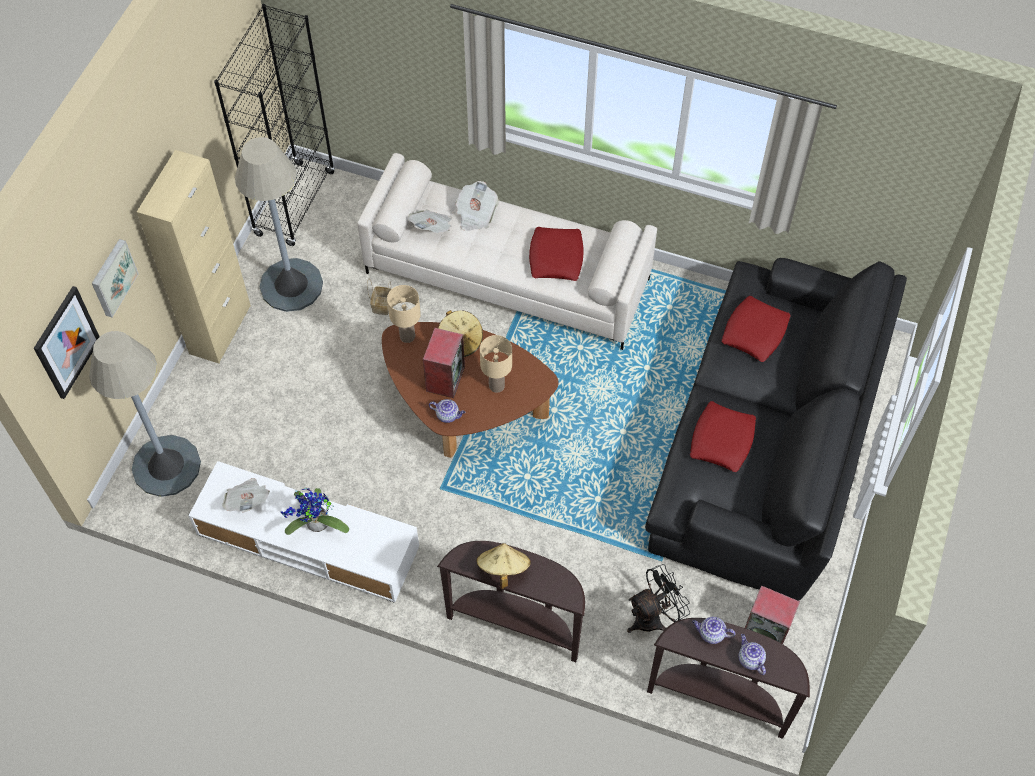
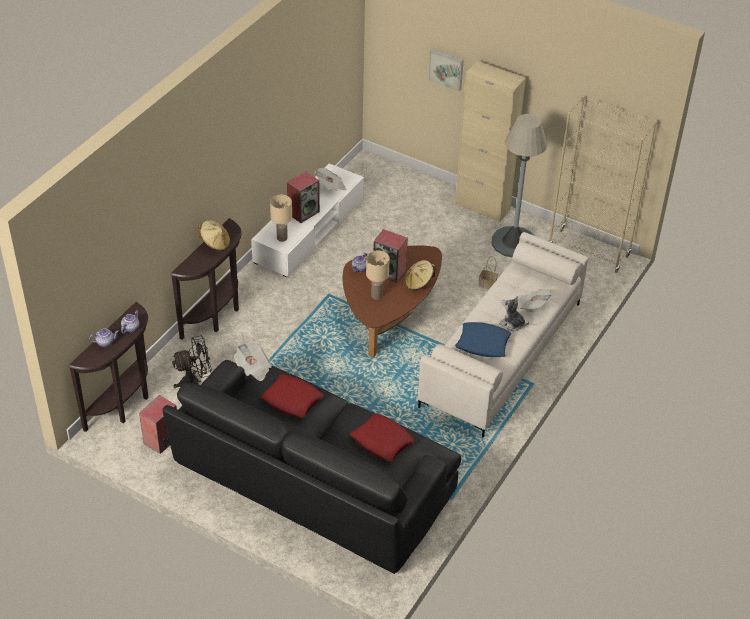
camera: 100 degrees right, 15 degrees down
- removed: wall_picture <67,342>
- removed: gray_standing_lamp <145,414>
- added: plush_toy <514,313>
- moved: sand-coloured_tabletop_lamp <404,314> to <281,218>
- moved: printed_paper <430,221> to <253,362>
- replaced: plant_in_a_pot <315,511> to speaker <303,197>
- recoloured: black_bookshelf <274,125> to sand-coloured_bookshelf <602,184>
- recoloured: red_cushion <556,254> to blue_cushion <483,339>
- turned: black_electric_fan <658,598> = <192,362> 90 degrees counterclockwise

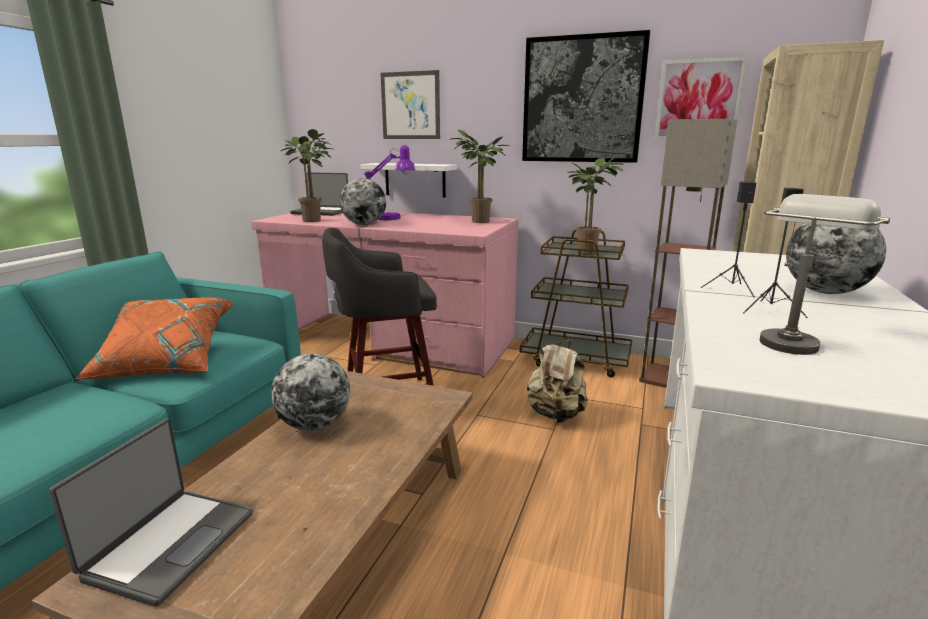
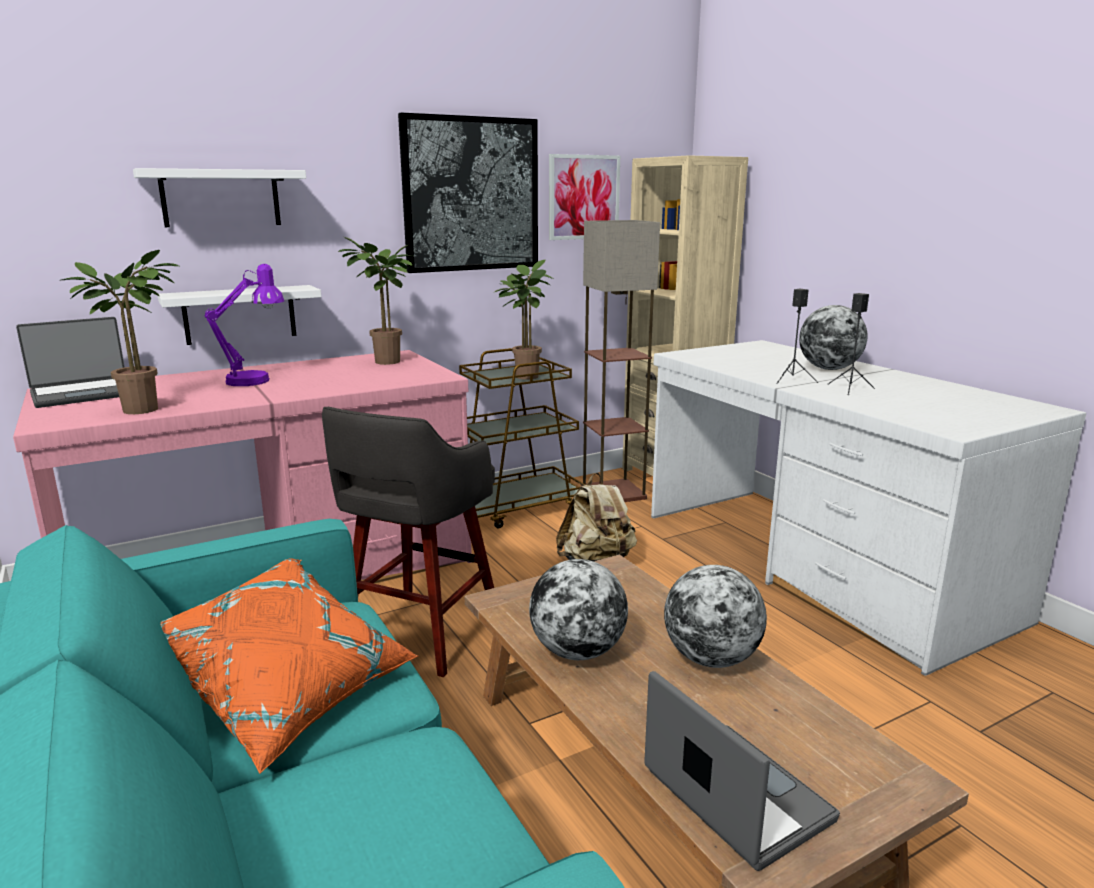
camera: 50 degrees left, 0 degrees up
- removed: gray_tabletop_lamp <825,274>
- moved: desk_globe <363,201> to <715,616>
- replaced: wall_picture <410,104> to whitish_bracket_shelf <219,197>

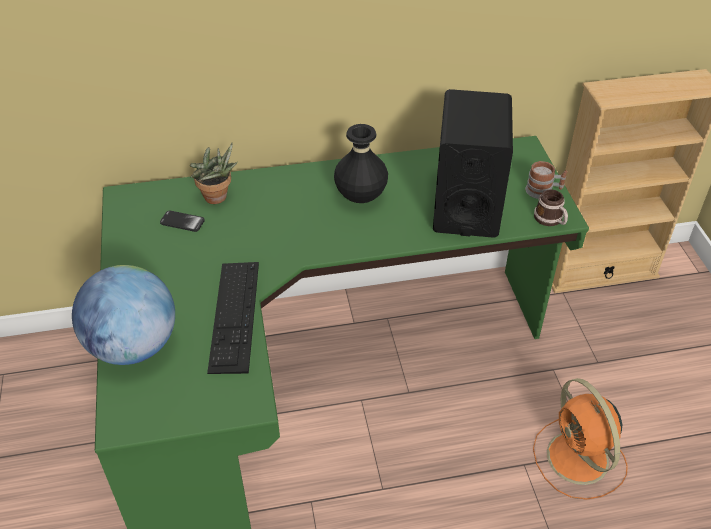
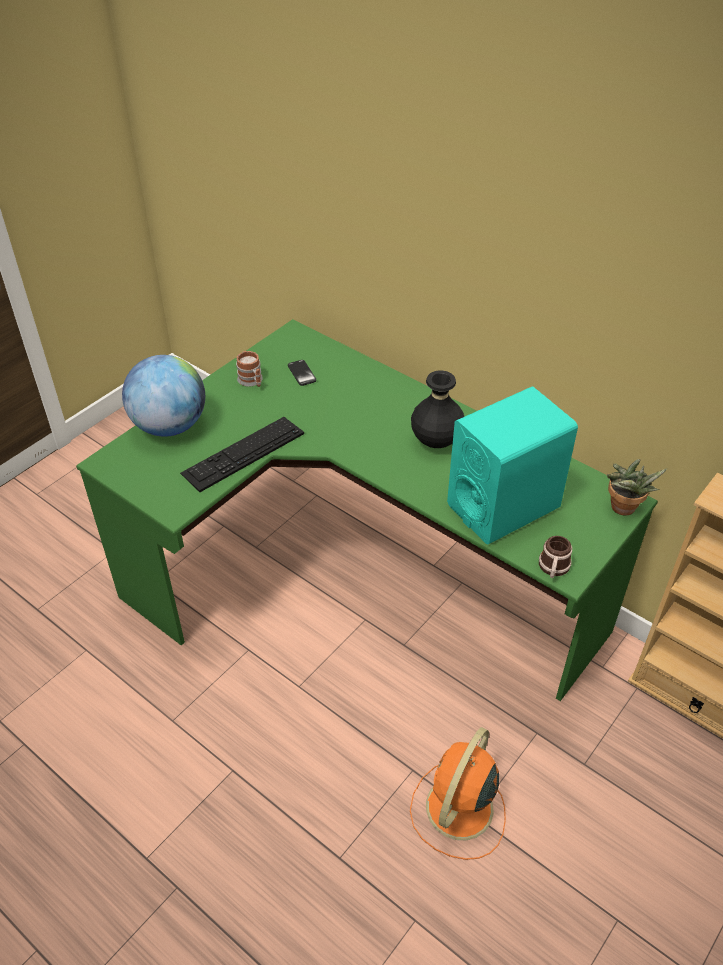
camera: 50 degrees right, 0 degrees up
- moved: plant_in_a_pot <214,173> to <637,487>
- moved: mug <546,180> to <249,369>
- recoloured: black_speaker <473,163> to turquoise_speaker <512,465>

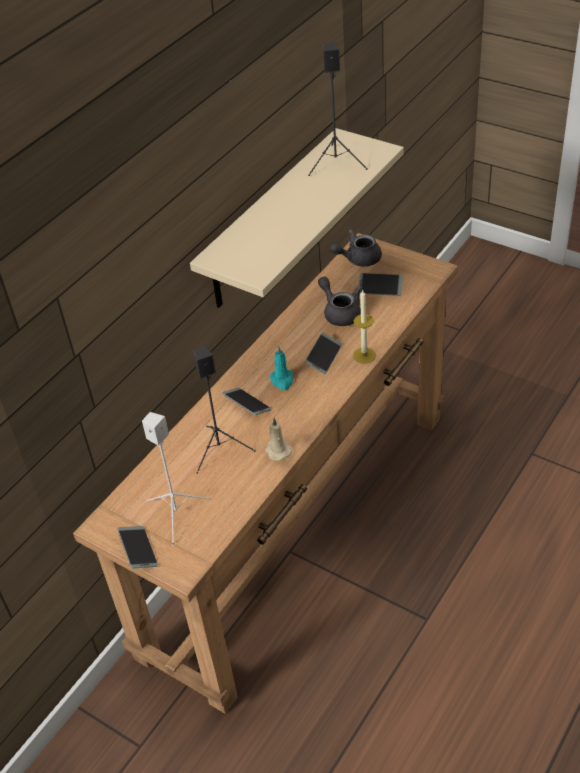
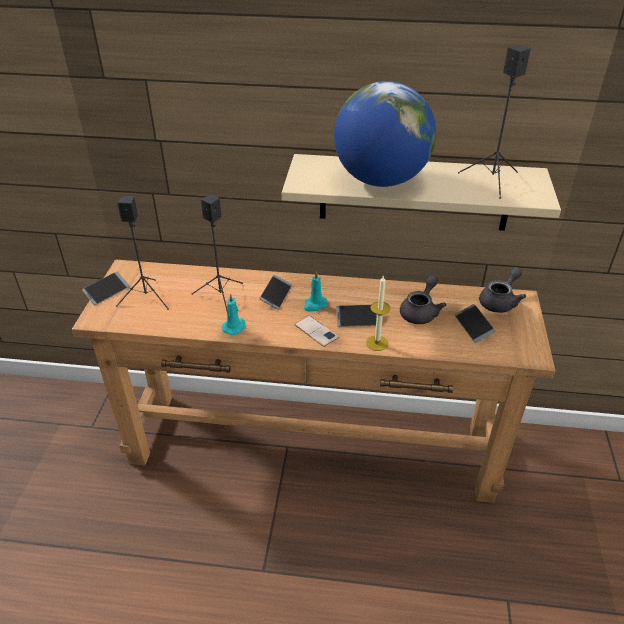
camera: 60 degrees right, 5 degrees down
- added: handset <317,331>
- added: desk_globe <385,134>
- recoloured: whitish_speaker <176,479> to black_speaker <142,253>
- recoloured: sand-coloured_wax_light <278,439> to turquoise_wax_light <233,314>
- turned: gray_teapot <356,248> = <502,290> 90 degrees clockwise

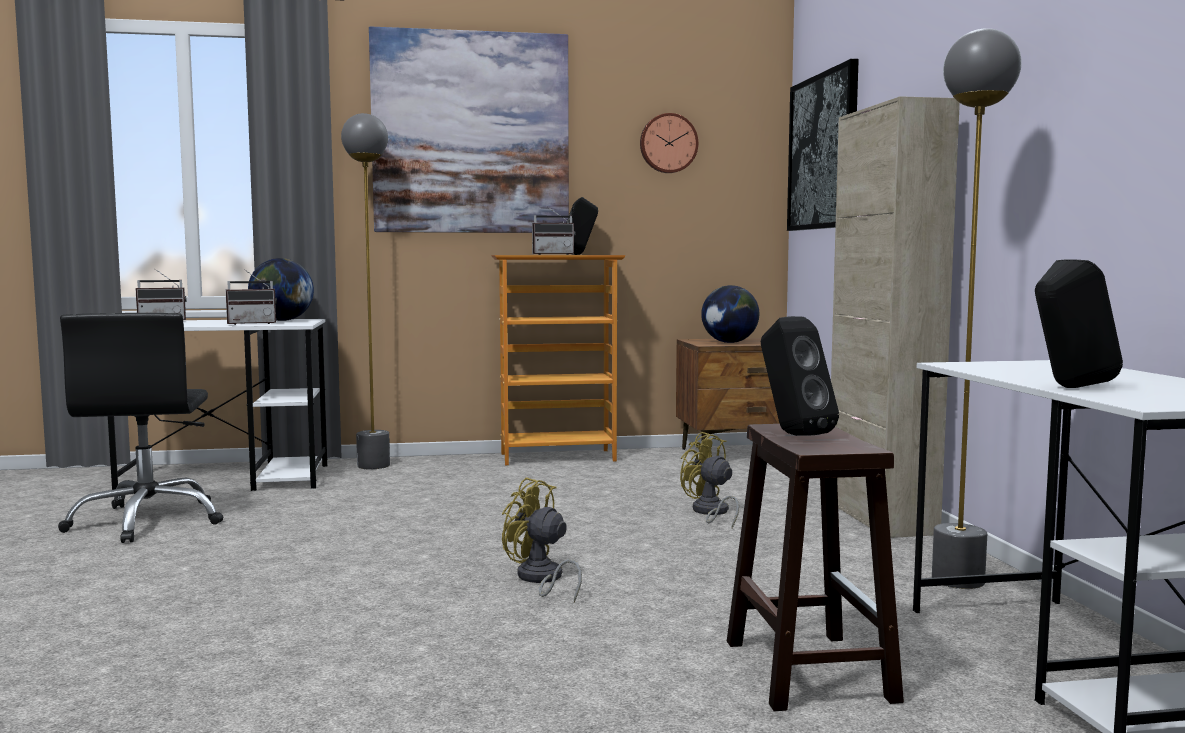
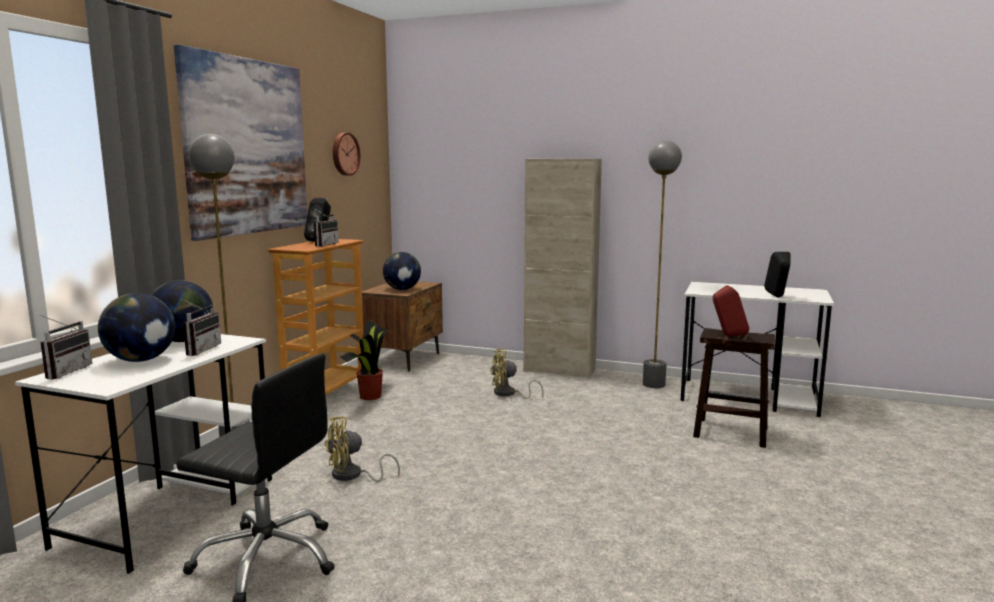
camera: 60 degrees left, 5 degrees up
- removed: wall_picture <823,145>
- added: desk_globe <136,327>
- added: plant_in_a_pot <364,360>
- moved: yellow_electric_fan <542,539> to <362,449>
- recoloured: black_speaker <800,376> to red_speaker <731,310>

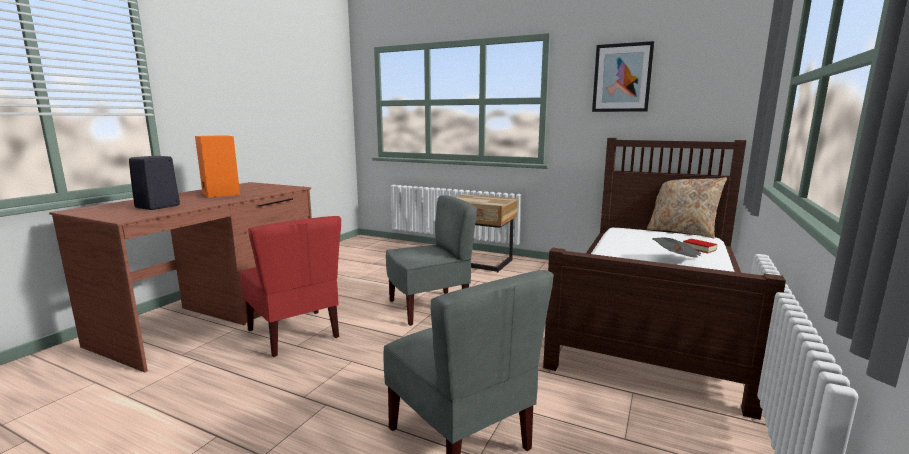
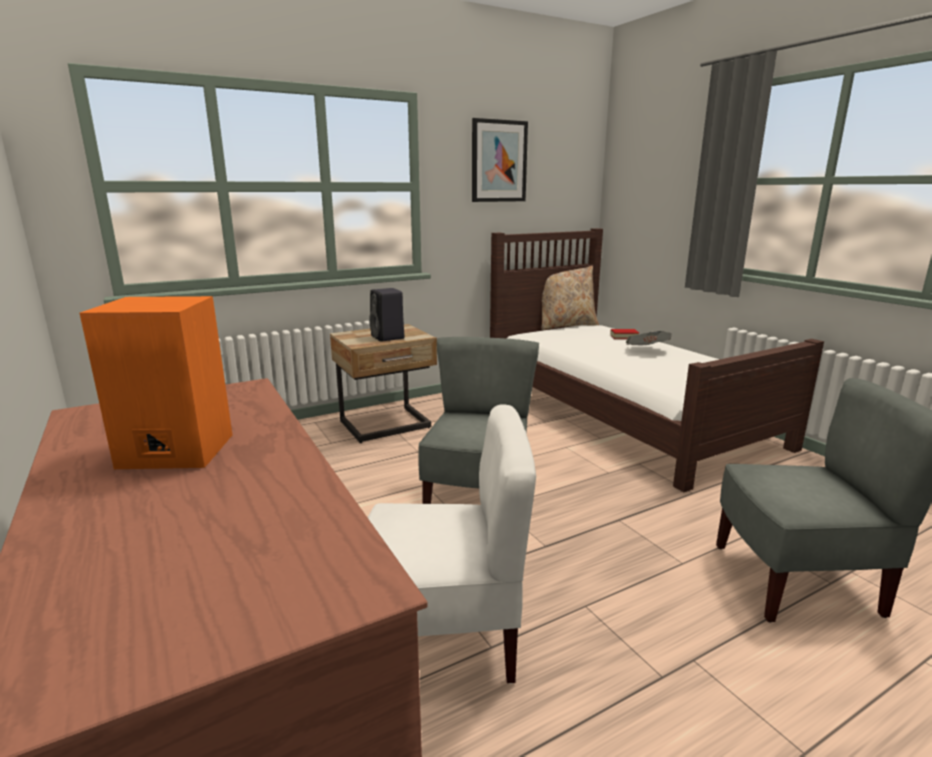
camera: 55 degrees left, 5 degrees up
- moved: black_speaker <154,183> to <387,315>
- recoloured: red_plain_chair <290,286> to whitish_plain_chair <452,544>

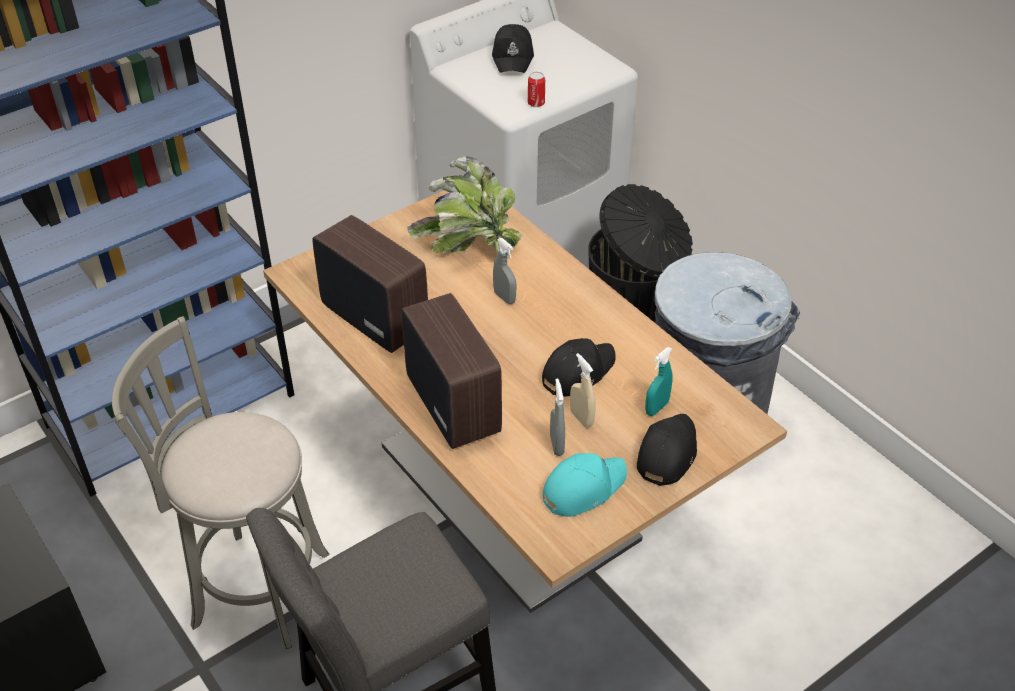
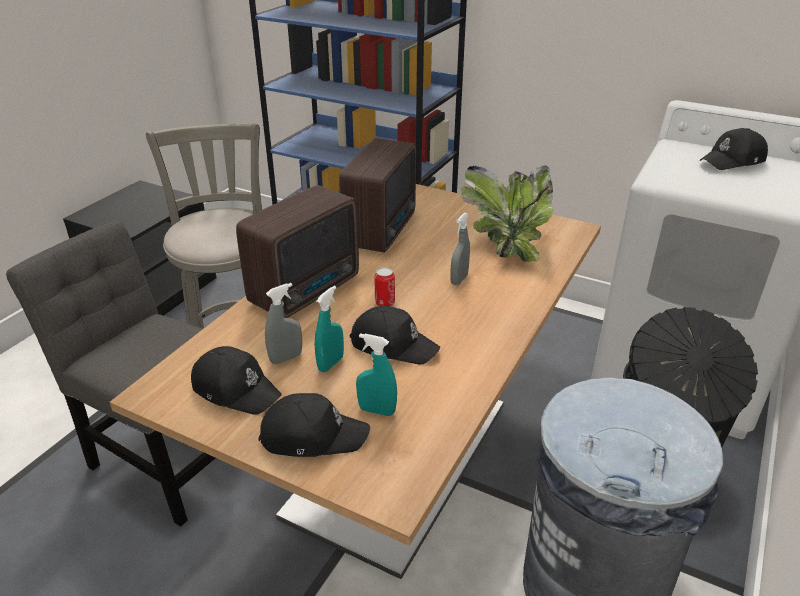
camera: 65 degrees right, 10 degrees down
- moved: can <536,89> to <384,286>
- recoloured: turquoise_cap <585,485> to black_cap <236,380>
- recoloured: sand-coloured_hand_sprayer <583,390> to turquoise_hand_sprayer <329,329>

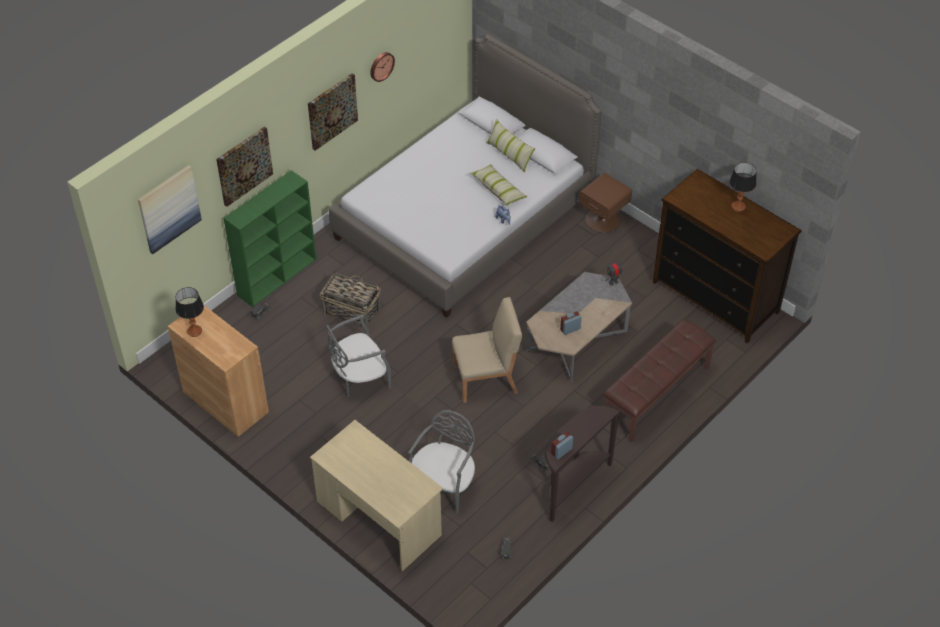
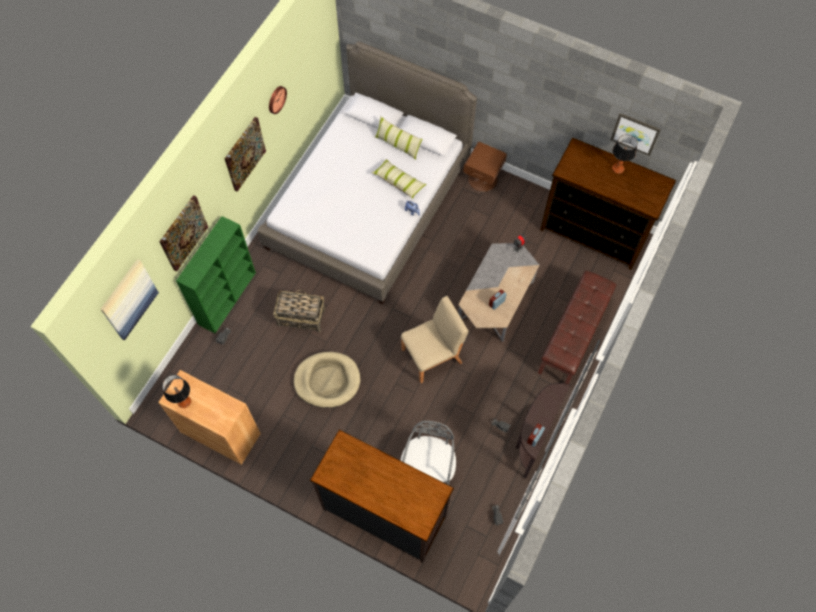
camera: 15 degrees left, 15 degrees up
- added: wall_picture <636,134>
- replaced: sand-coloured_desk_table <376,495> to drawer_chest <382,496>
- replaced: gray_plain_chair <358,355> to sand-coloured_dog_cushion <327,380>

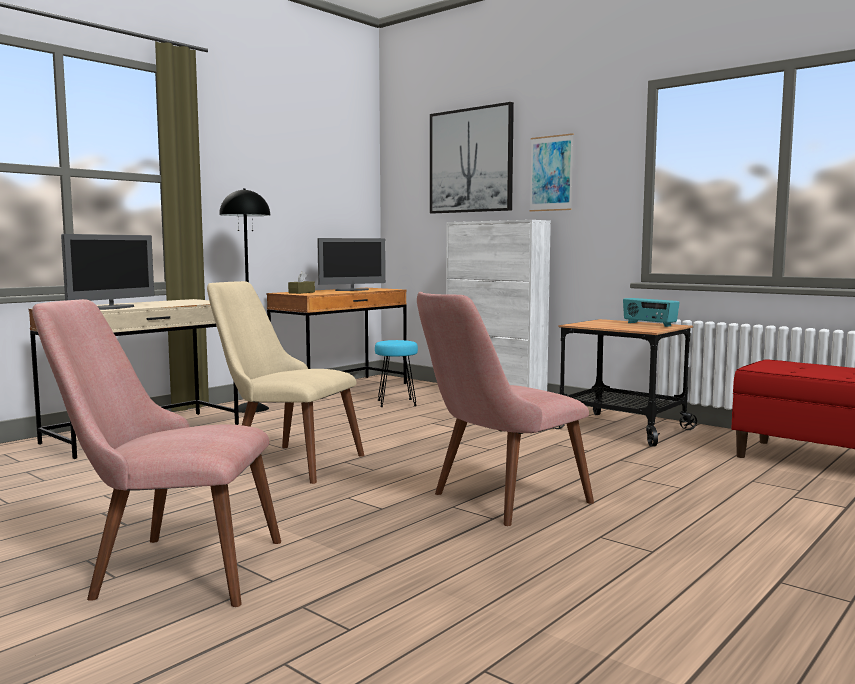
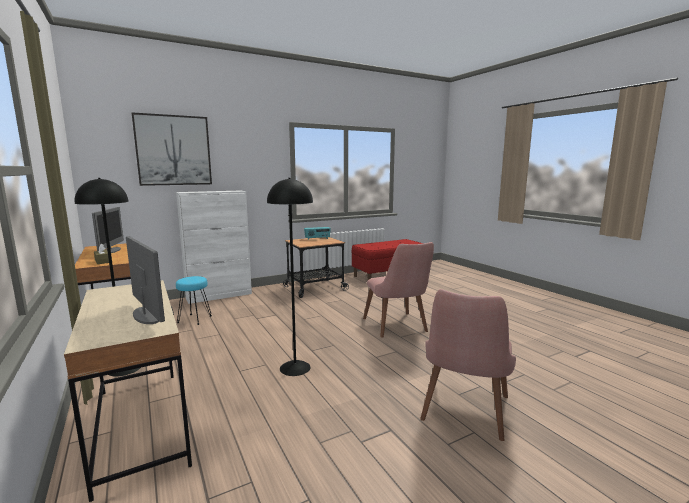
camera: 70 degrees left, 5 degrees up
- removed: wall_picture <552,172>
- replaced: sand-coloured_plain_chair <286,382> to black_standing_lamp <290,277>

